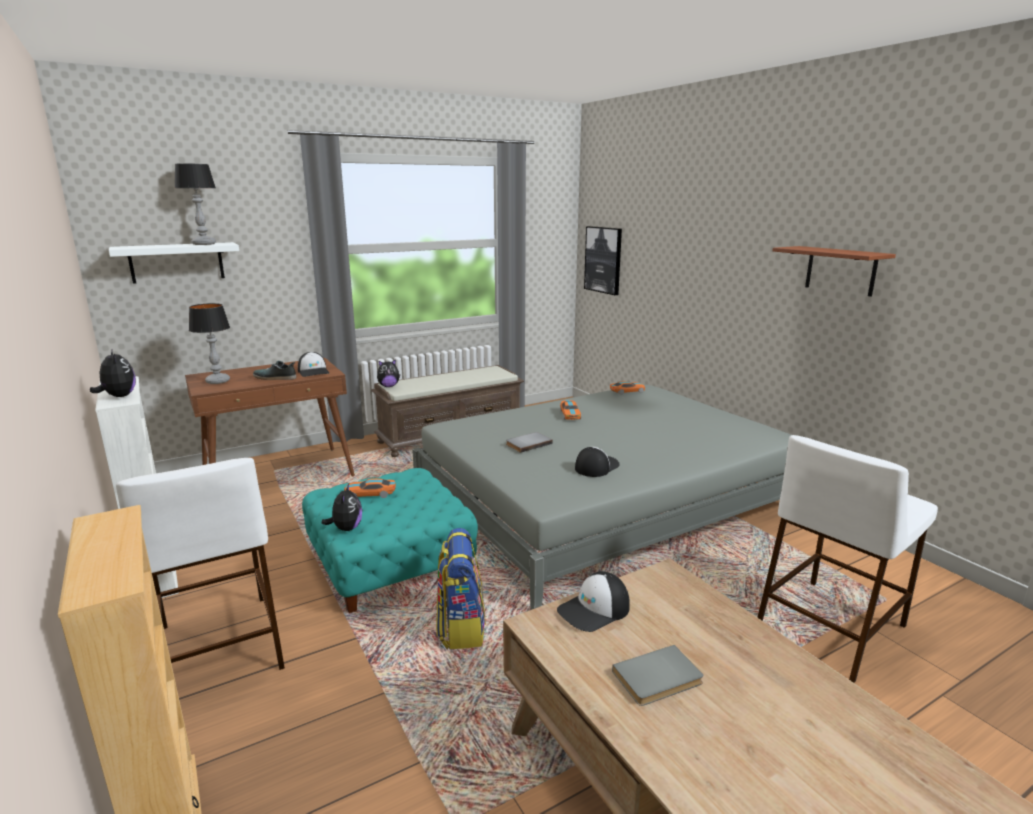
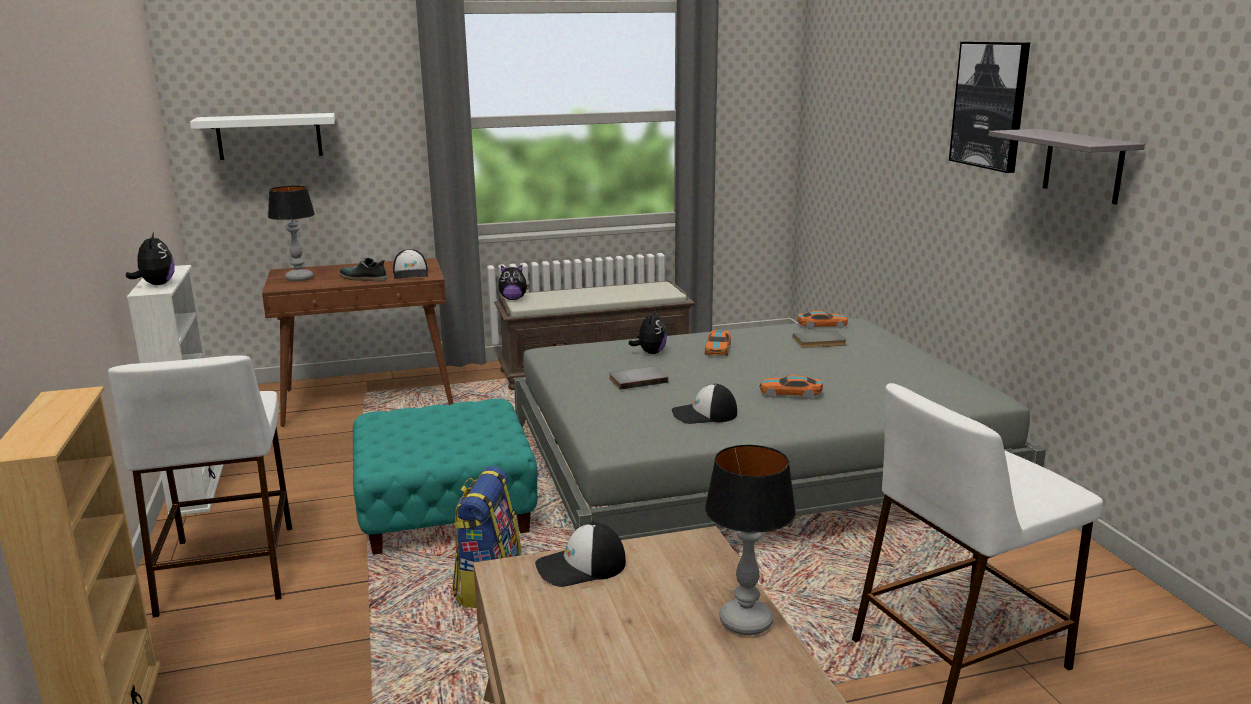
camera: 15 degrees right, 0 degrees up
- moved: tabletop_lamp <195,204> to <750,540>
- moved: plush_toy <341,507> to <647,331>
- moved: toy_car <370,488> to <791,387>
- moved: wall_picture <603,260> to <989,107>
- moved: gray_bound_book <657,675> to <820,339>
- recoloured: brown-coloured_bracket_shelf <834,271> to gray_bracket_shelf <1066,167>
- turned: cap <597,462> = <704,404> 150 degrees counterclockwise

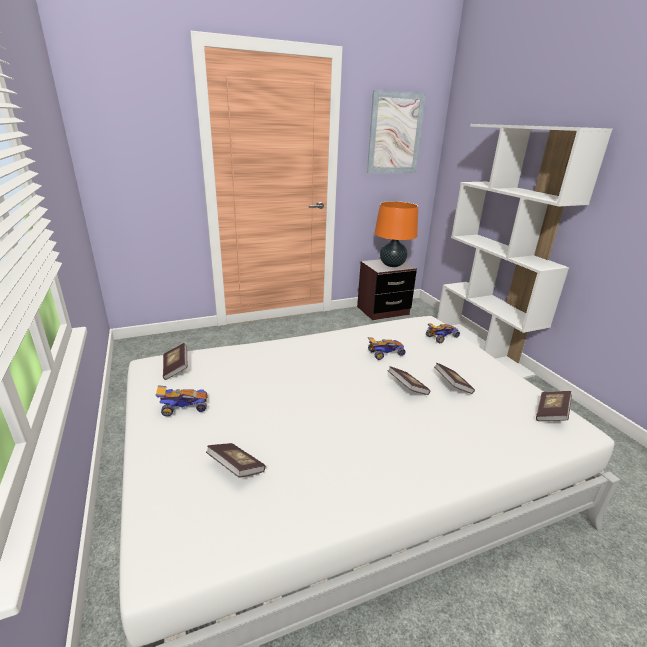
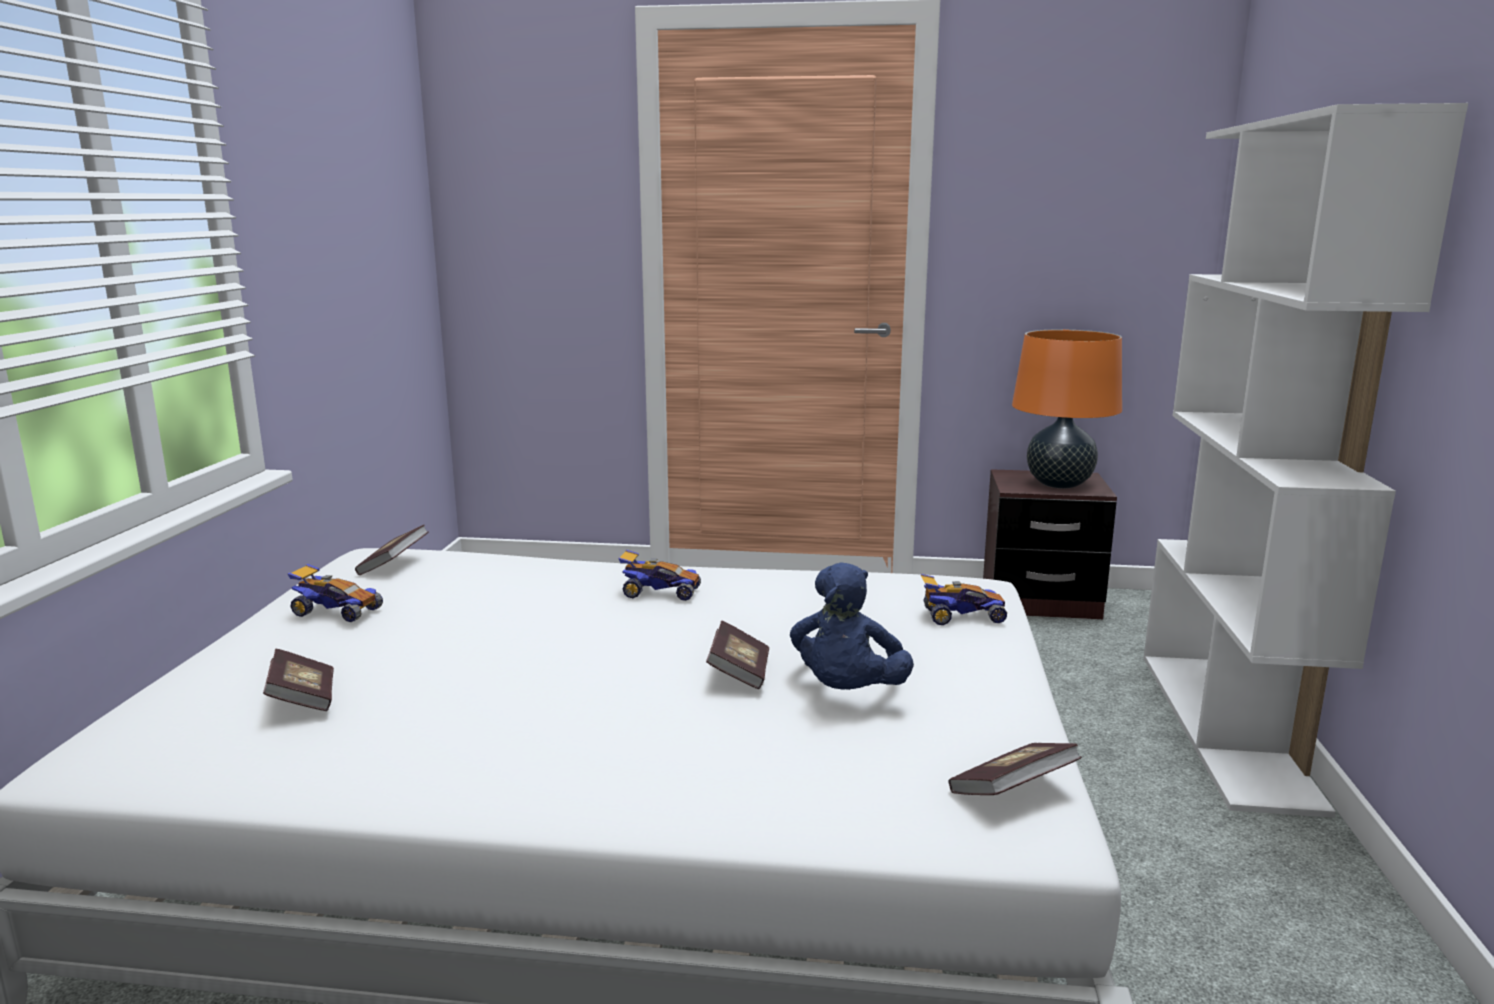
camera: 30 degrees right, 10 degrees down
- removed: wall_picture <396,131>
- moved: toy_car <387,348> to <659,575>
- replaced: bound_book <454,378> to blue_plush_toy <852,626>

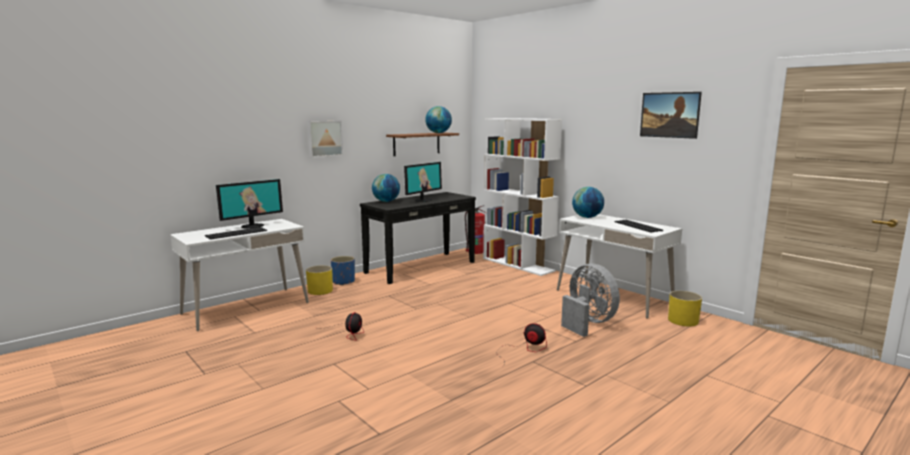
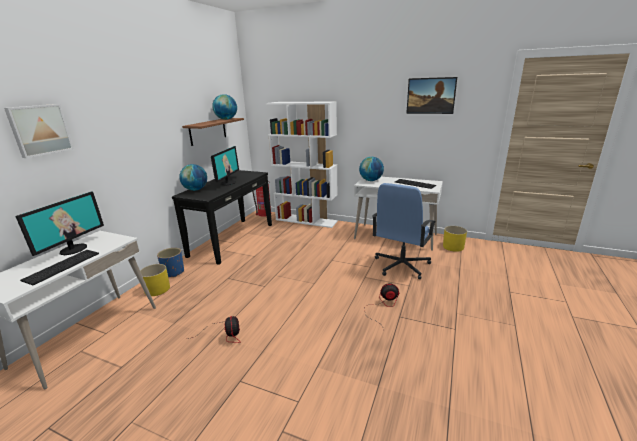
camera: 25 degrees left, 10 degrees up
- moved: wall_picture <325,139> to <39,131>
- replaced: gray_electric_fan <590,300> to blue_office_chair <404,231>

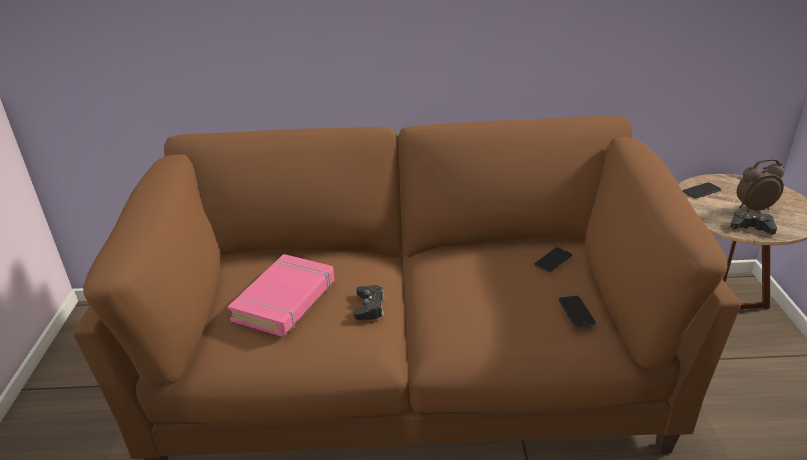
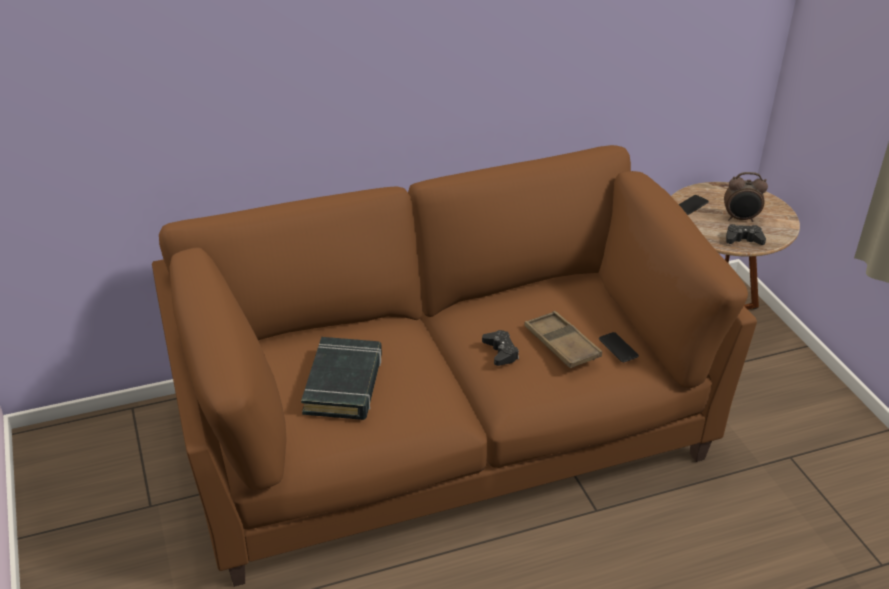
camera: 20 degrees left, 5 degrees up
- removed: handset <553,260>
- added: brown-coloured_serving_tray <563,339>
- moved: black_joypad <369,302> to <500,348>
- recoloured: pinkish_bound_book <281,295> to black_bound_book <341,378>
- turned: table_clock <761,185> = <746,197> 150 degrees counterclockwise

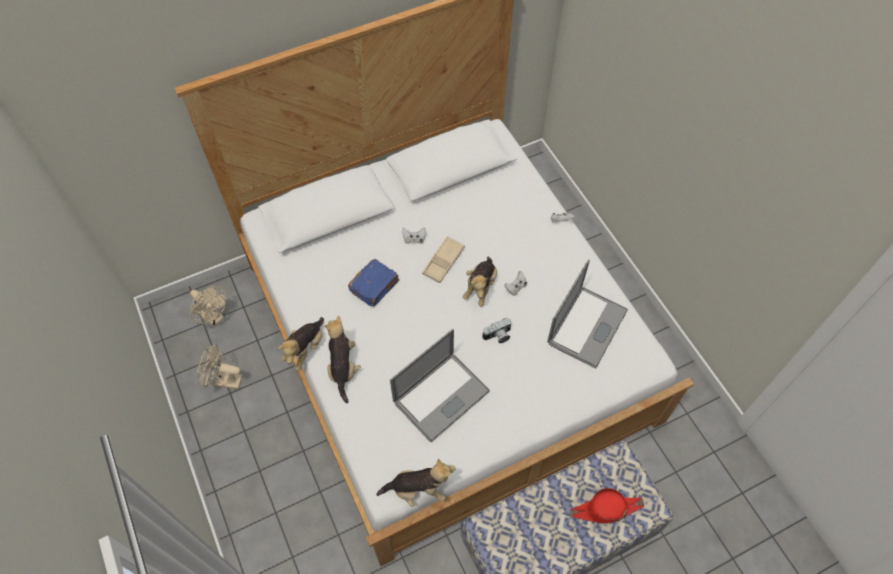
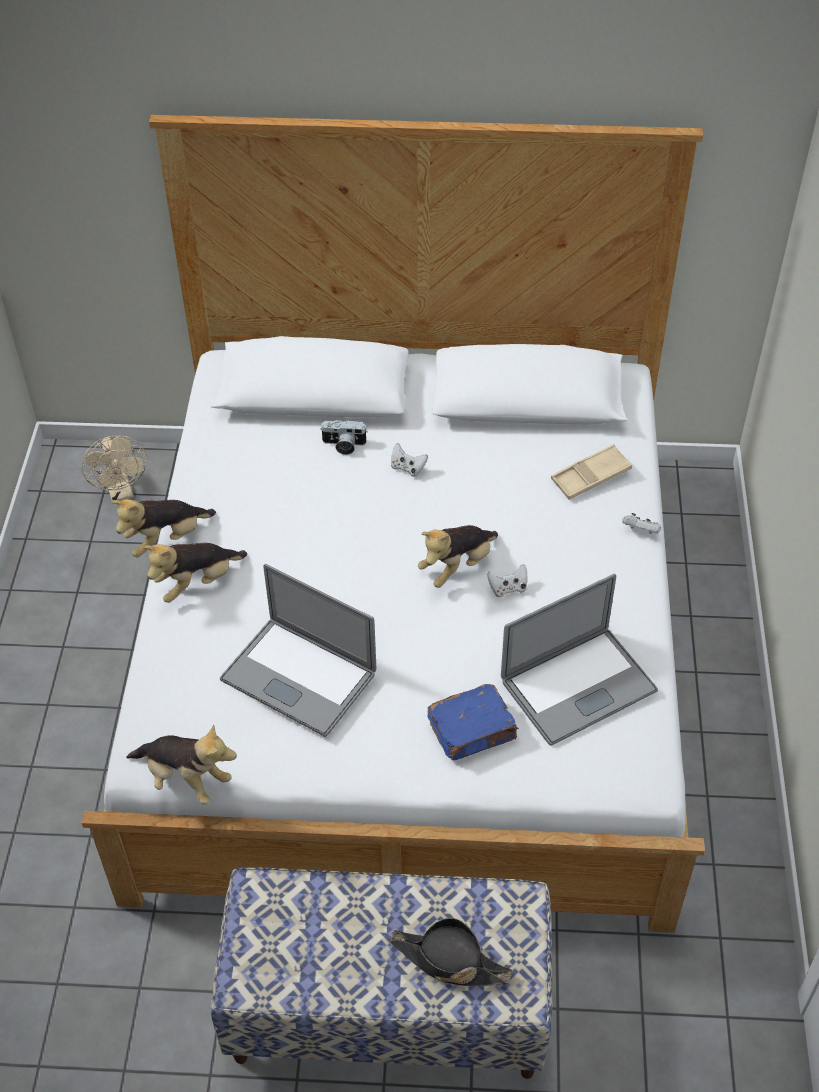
camera: 30 degrees right, 10 degrees down
- removed: sand-coloured_electric_fan <220,366>
- moved: blue_bound_book <373,282> to <473,722>
- moved: sand-coloured_serving_tray <443,259> to <591,472>
- moved: still_camera <497,330> to <344,437>
- recoloured: red_clothing_hat <607,506> to black_clothing_hat <451,952>
- turned: plush_toy <343,359> = <195,573> 150 degrees counterclockwise
- turned: laptop <440,385> = <298,650> 45 degrees clockwise

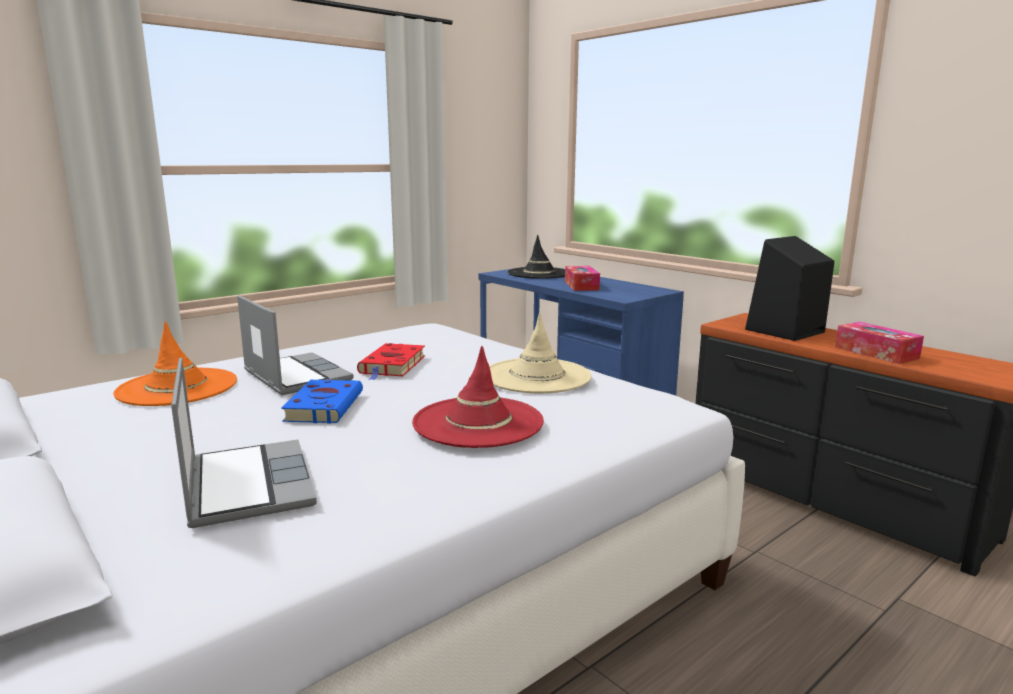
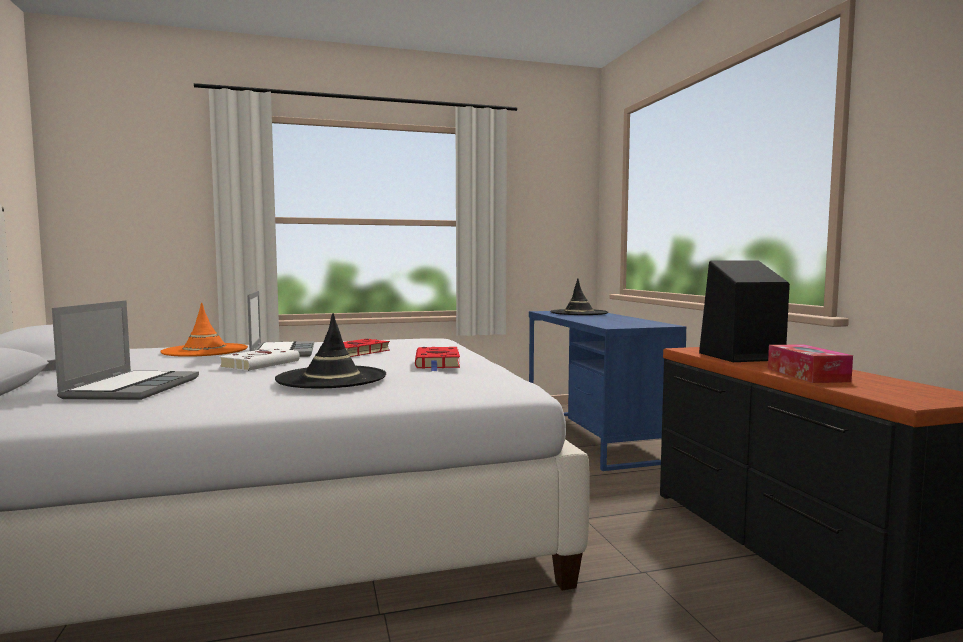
camera: 25 degrees right, 10 degrees down
- removed: box_of_tissues <582,278>
- replaced: sand-coloured_clothing_hat <540,353> to red_bound_book <437,359>
- recoloured: blue_bound_book <322,402> to whitish_bound_book <259,359>
- recoloured: red_clothing_hat <478,397> to black_clothing_hat <330,350>

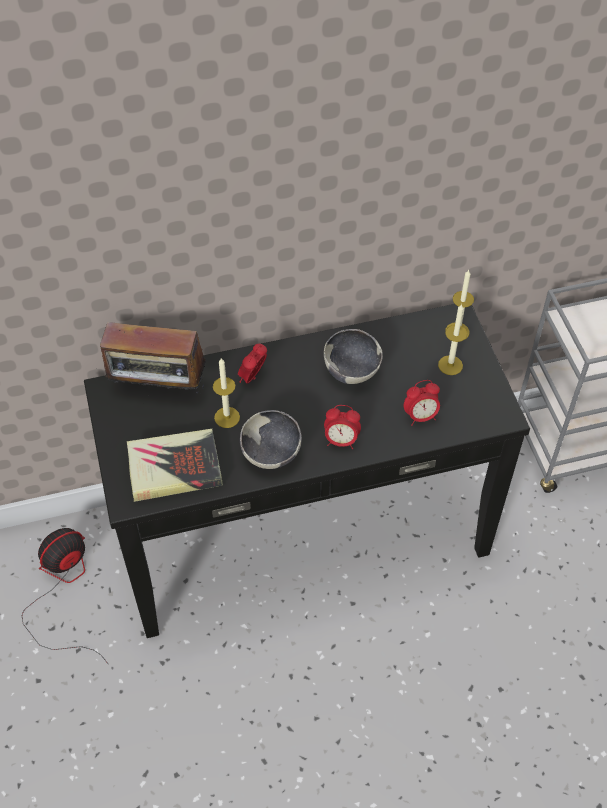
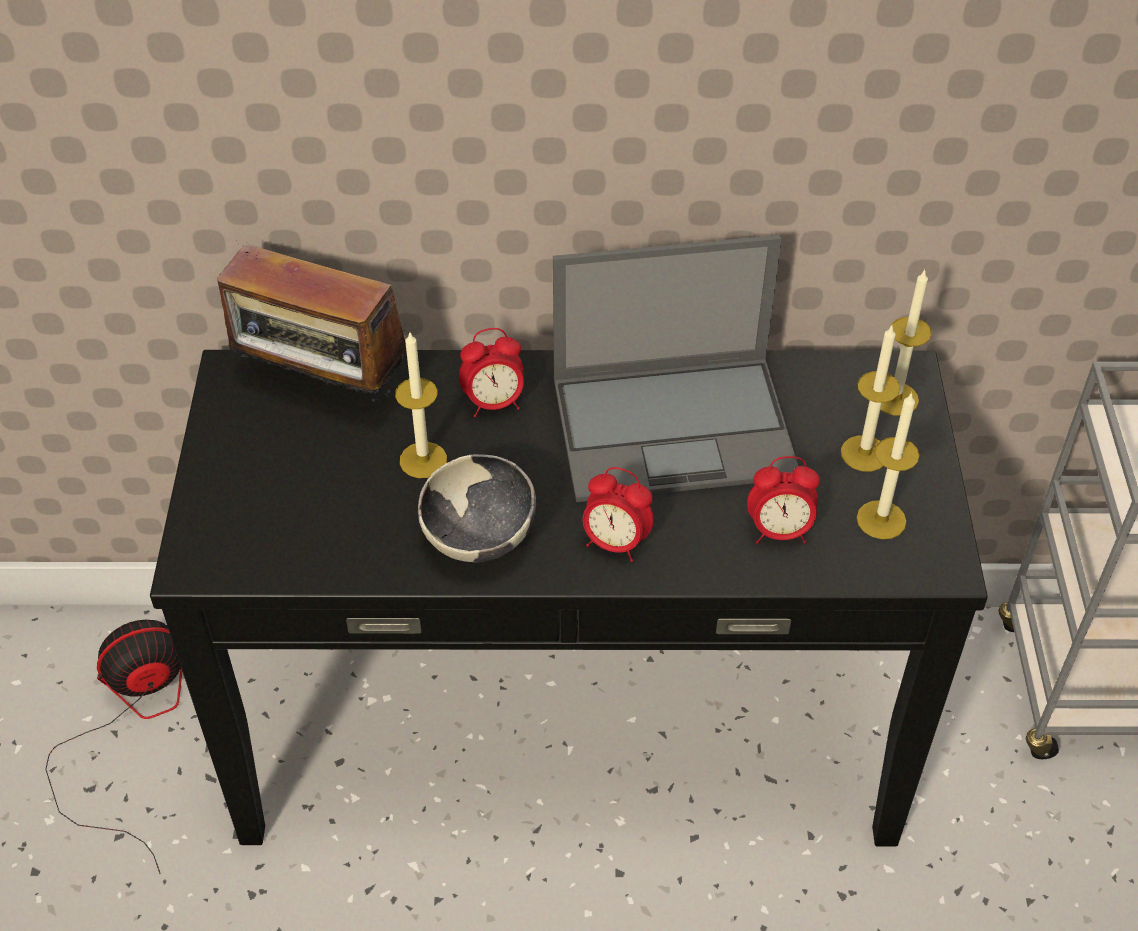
camera: 15 degrees right, 5 degrees down
- removed: bound_book <175,465>
- added: wax_light <888,465>
- replaced: serving_bowl <353,356> to laptop <675,368>
- turned: table_clock <252,364> = <491,372> 150 degrees counterclockwise

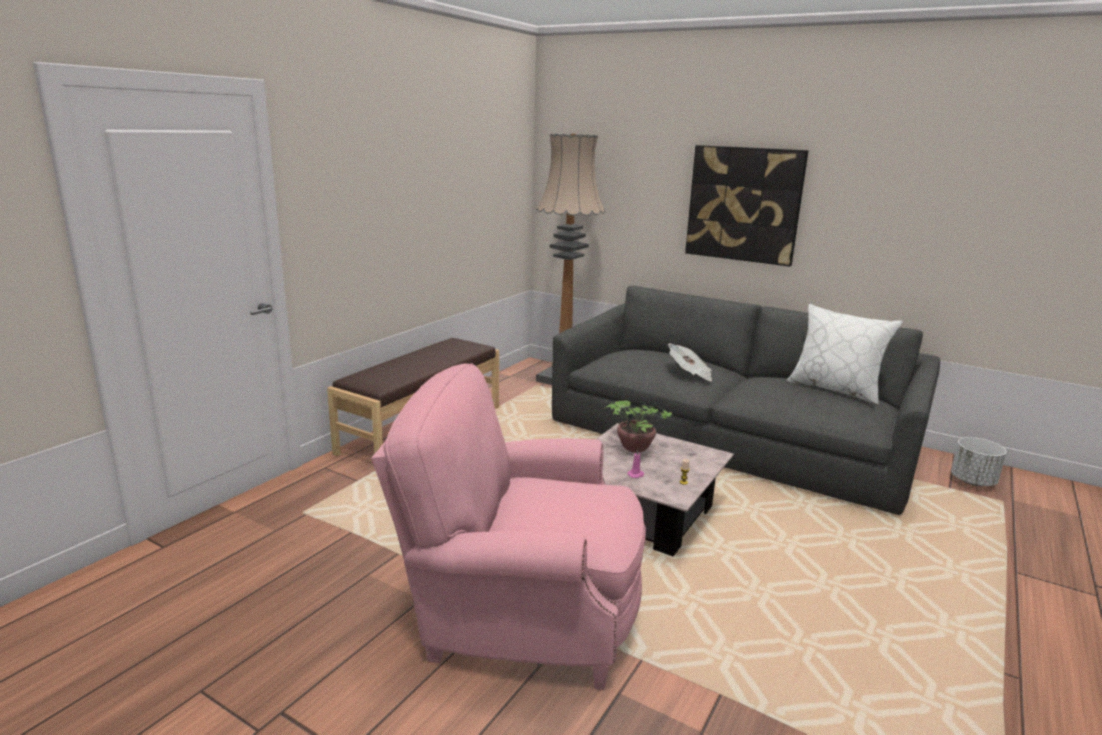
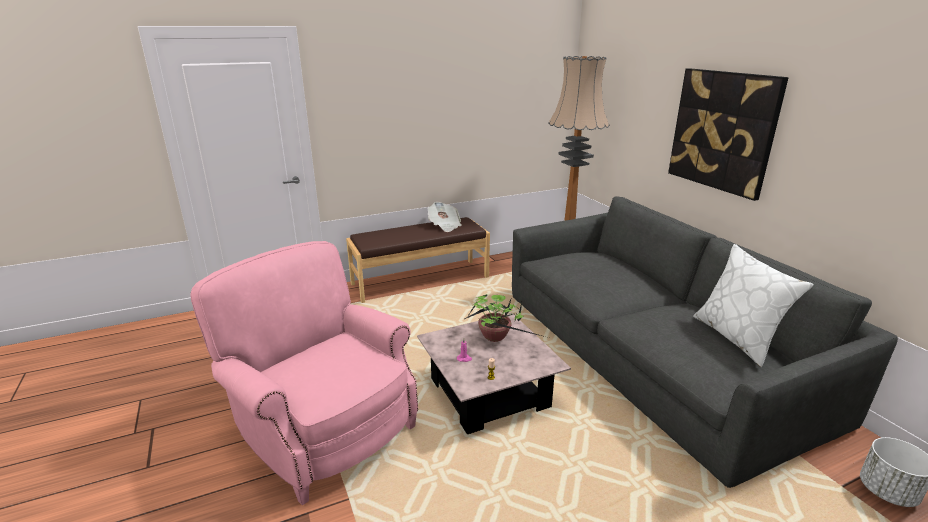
camera: 35 degrees right, 5 degrees up
- moved: printed_paper <690,362> to <444,217>

